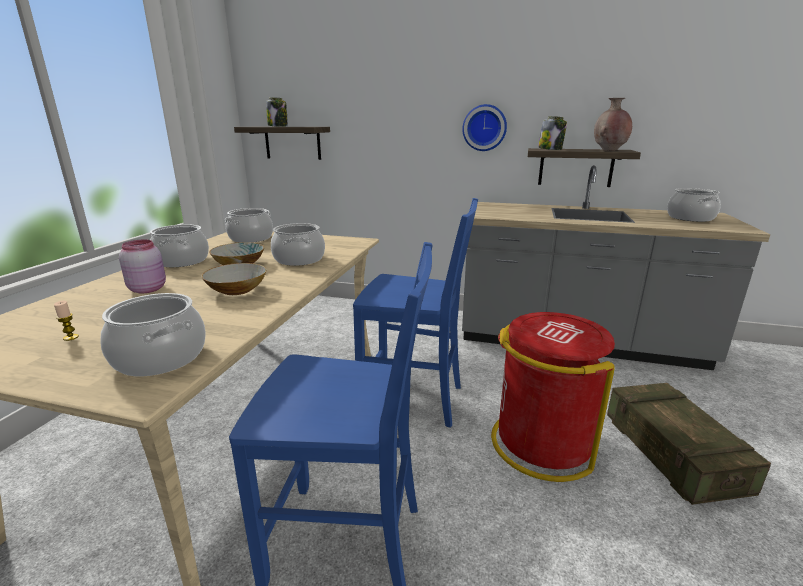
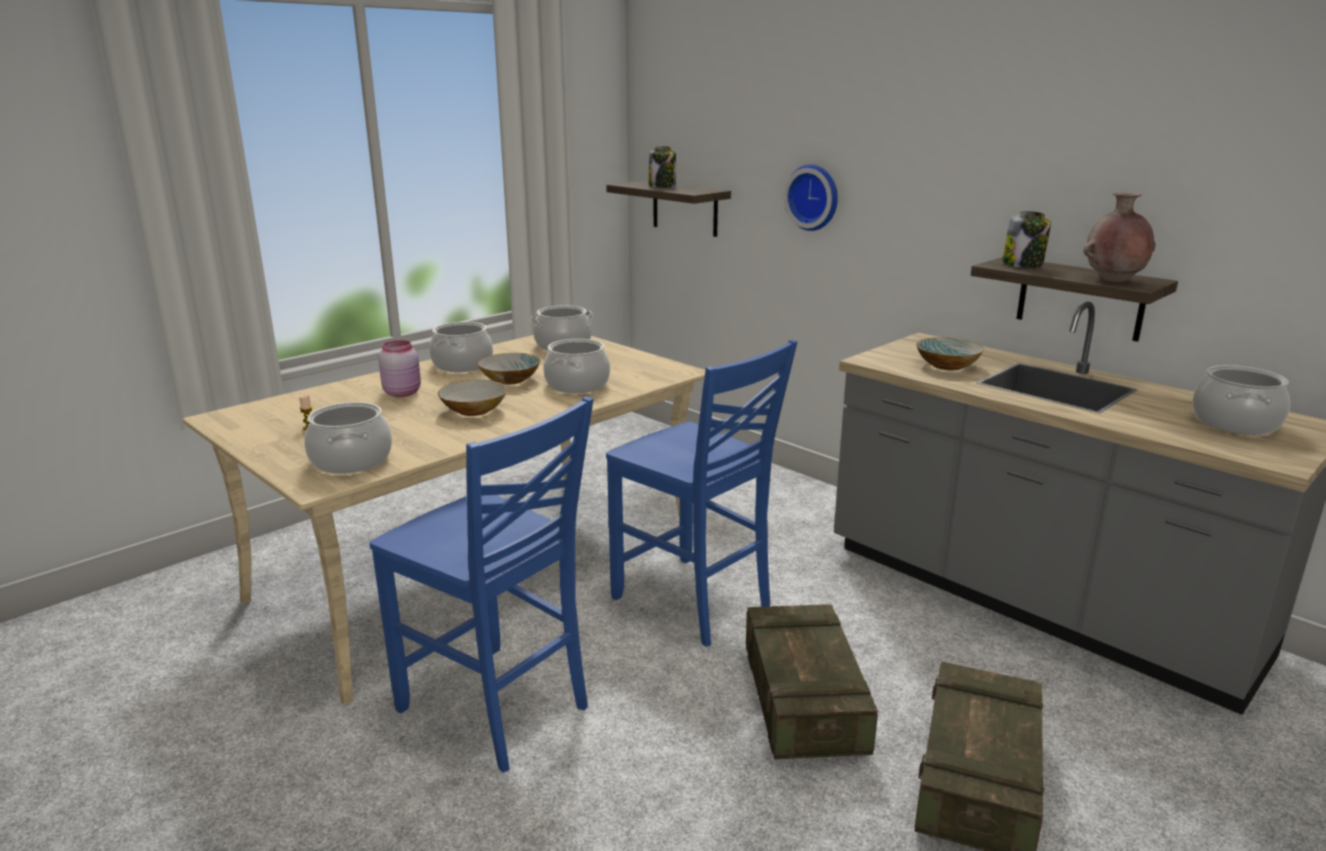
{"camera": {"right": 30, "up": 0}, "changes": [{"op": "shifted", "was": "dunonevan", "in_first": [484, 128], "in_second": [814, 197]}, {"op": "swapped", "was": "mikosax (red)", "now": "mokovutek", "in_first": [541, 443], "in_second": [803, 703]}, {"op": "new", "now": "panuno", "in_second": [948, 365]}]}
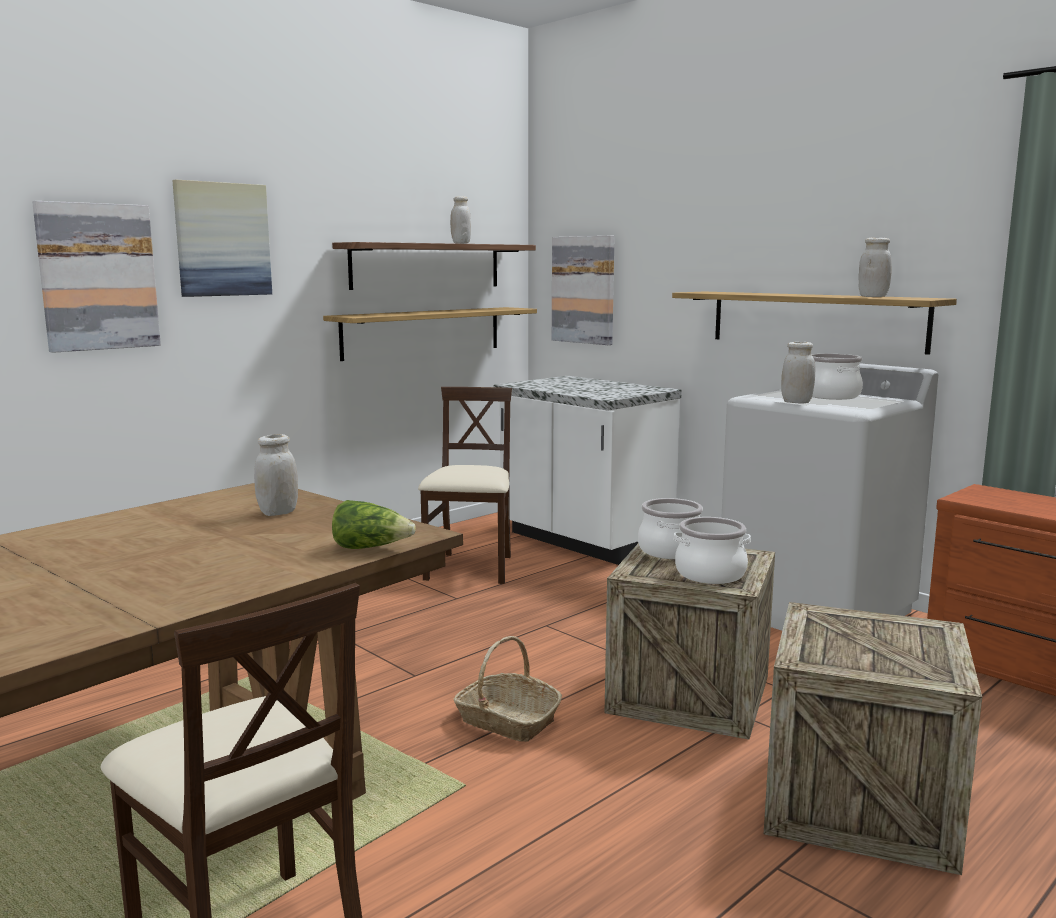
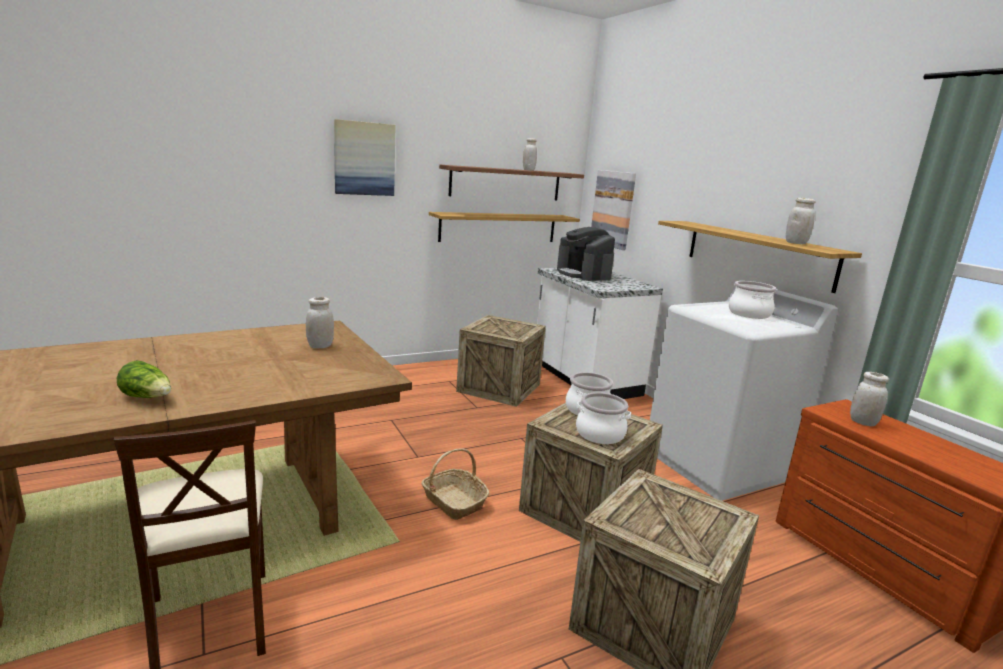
{"camera": {"right": 15, "up": 5}, "changes": [{"op": "gone", "was": "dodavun", "in_first": [98, 277]}, {"op": "shifted", "was": "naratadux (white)", "in_first": [796, 402], "in_second": [863, 422]}, {"op": "swapped", "was": "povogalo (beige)", "now": "mokovutek", "in_first": [471, 568], "in_second": [499, 388]}, {"op": "shifted", "was": "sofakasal", "in_first": [371, 548], "in_second": [148, 397]}, {"op": "new", "now": "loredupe", "in_second": [583, 274]}]}
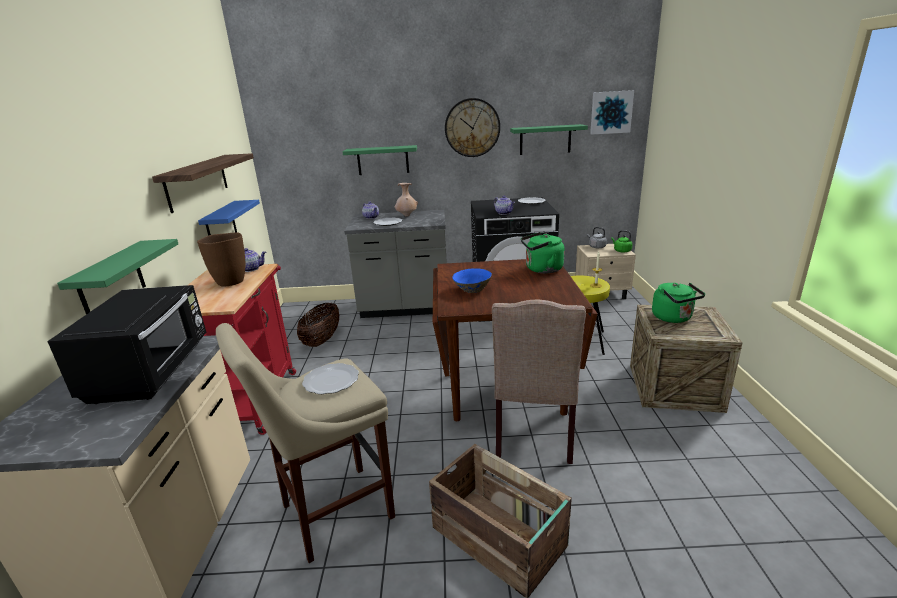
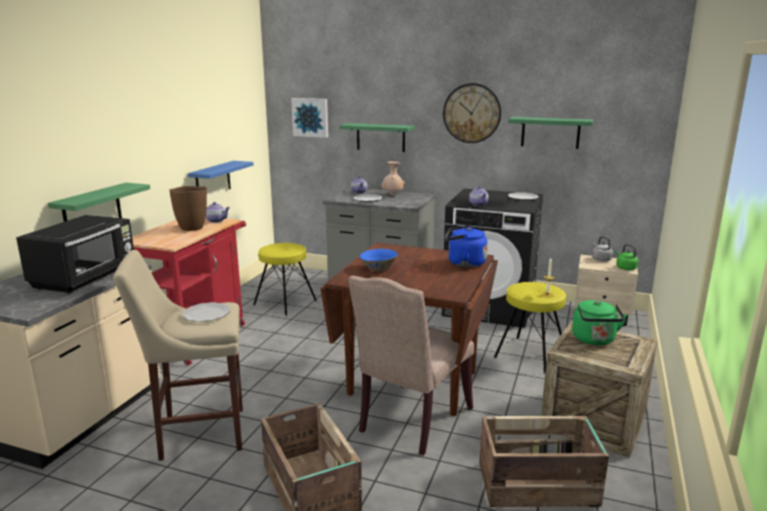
{"camera": {"right": 20, "up": -5}, "changes": [{"op": "shifted", "was": "dodavun", "in_first": [611, 112], "in_second": [310, 117]}, {"op": "gone", "was": "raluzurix", "in_first": [197, 181]}, {"op": "repainted", "was": "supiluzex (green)", "now": "supiluzex (blue)", "in_first": [541, 269], "in_second": [464, 263]}, {"op": "swapped", "was": "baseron", "now": "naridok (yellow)", "in_first": [322, 340], "in_second": [285, 303]}, {"op": "new", "now": "mokovutek", "in_second": [539, 485]}]}
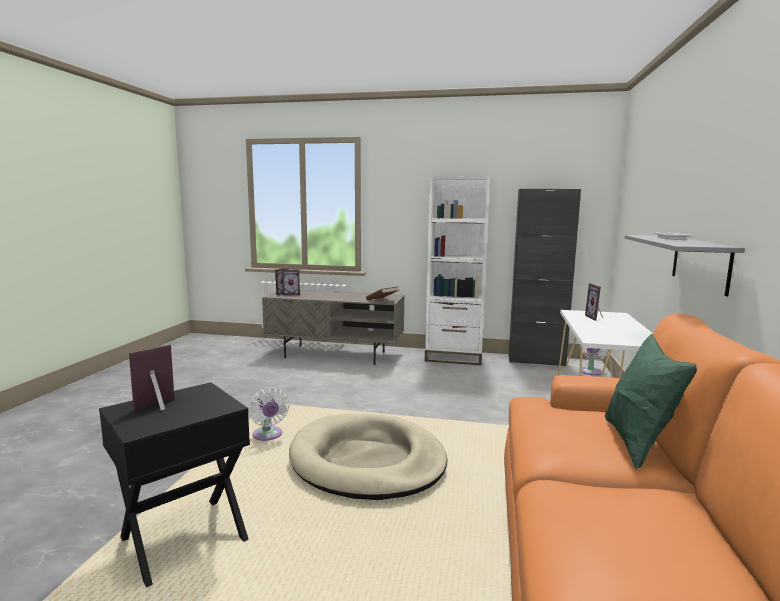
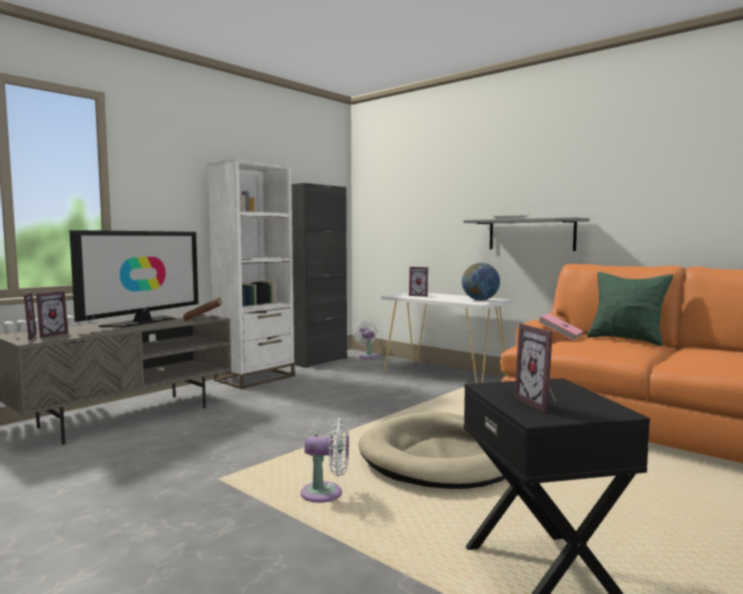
{"camera": {"right": -60, "up": -5}, "changes": [{"op": "new", "now": "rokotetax", "in_second": [142, 322]}, {"op": "new", "now": "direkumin", "in_second": [480, 300]}, {"op": "new", "now": "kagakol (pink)", "in_second": [560, 336]}]}
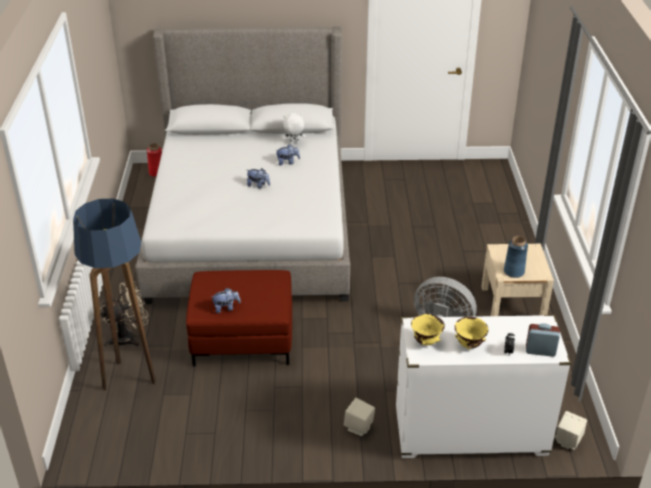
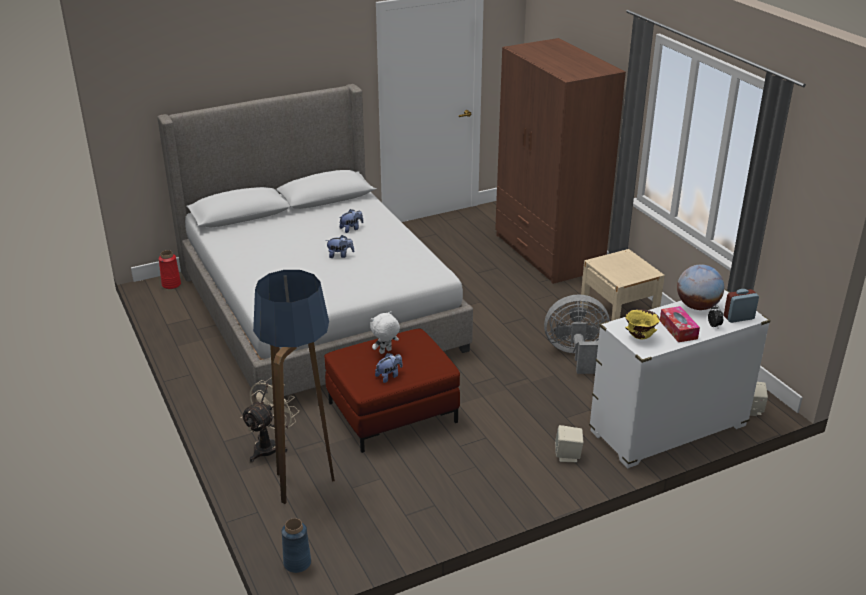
{"camera": {"right": -25, "up": -5}, "changes": [{"op": "shifted", "was": "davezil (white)", "in_first": [294, 144], "in_second": [385, 352]}, {"op": "shifted", "was": "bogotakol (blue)", "in_first": [514, 271], "in_second": [297, 563]}, {"op": "swapped", "was": "panuno (yellow)", "now": "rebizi", "in_first": [469, 345], "in_second": [678, 329]}, {"op": "new", "now": "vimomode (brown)", "in_second": [548, 252]}, {"op": "new", "now": "direkumin", "in_second": [697, 306]}]}
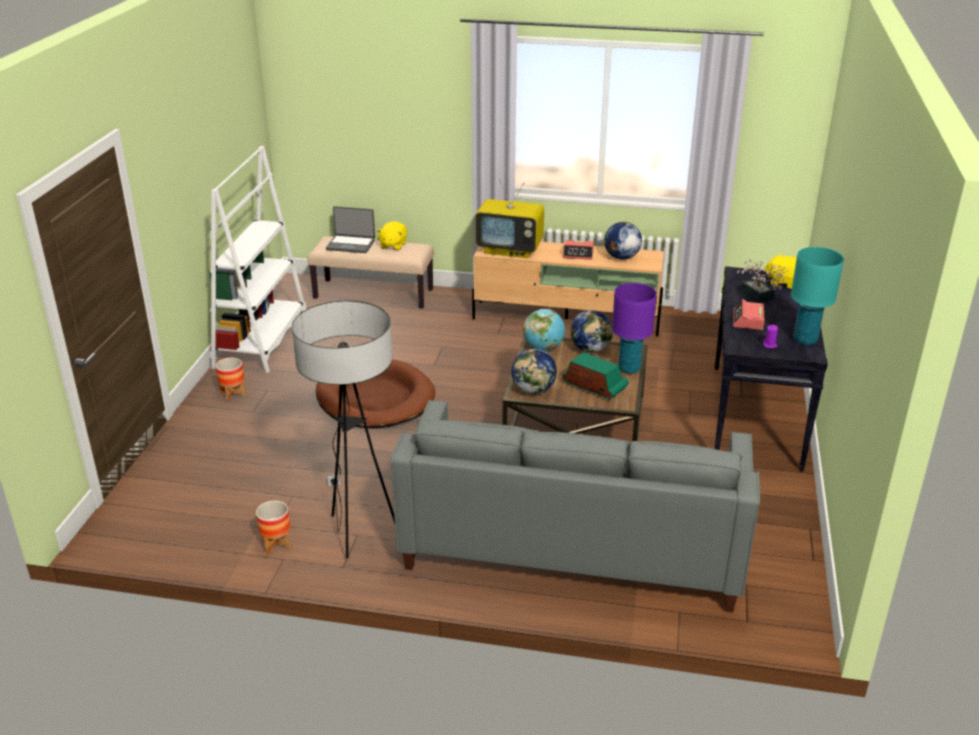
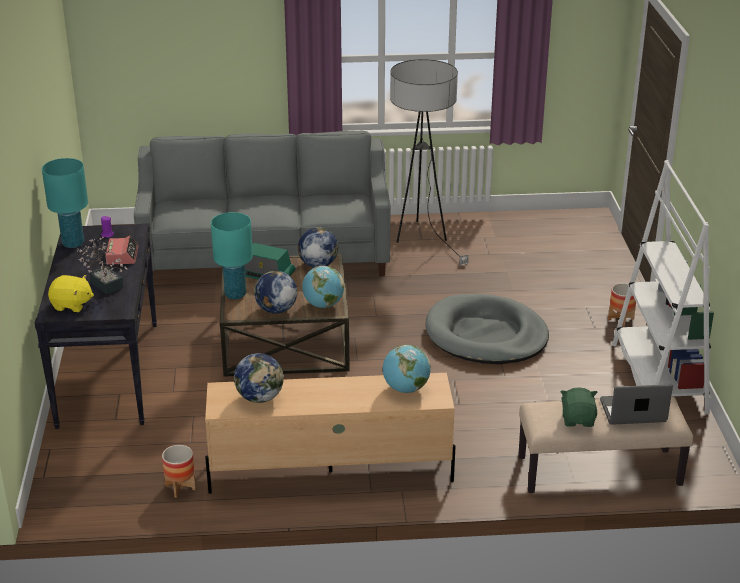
{"camera": {"right": 165, "up": 0}, "changes": [{"op": "swapped", "was": "rokotetax", "now": "direkumin", "in_first": [510, 250], "in_second": [406, 389]}, {"op": "repainted", "was": "davezil (yellow)", "now": "davezil (green)", "in_first": [393, 245], "in_second": [578, 419]}, {"op": "gone", "was": "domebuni", "in_first": [578, 254]}, {"op": "repainted", "was": "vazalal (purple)", "now": "vazalal (turquoise)", "in_first": [629, 369], "in_second": [235, 294]}, {"op": "repainted", "was": "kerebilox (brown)", "now": "kerebilox (grey)", "in_first": [375, 399], "in_second": [486, 335]}, {"op": "shifted", "was": "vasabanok", "in_first": [276, 544], "in_second": [180, 487]}]}
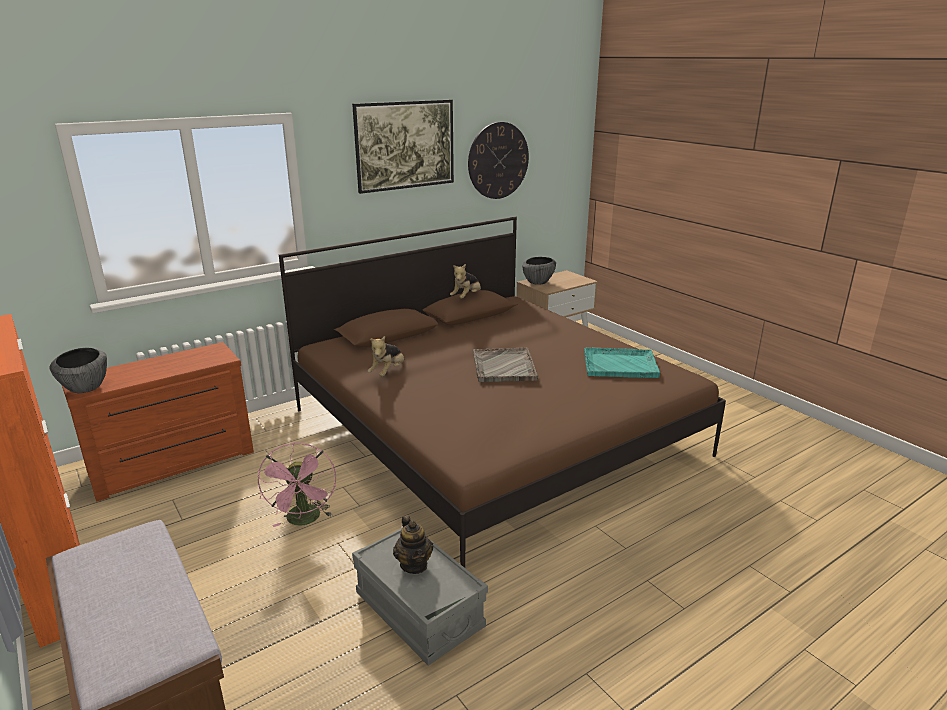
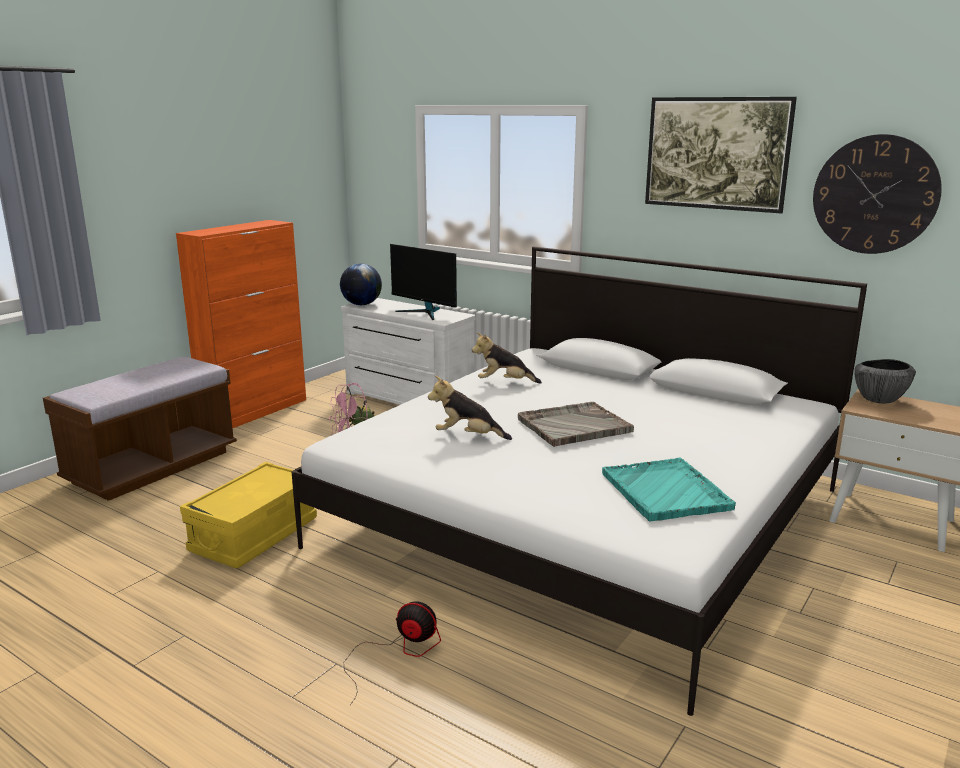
{"camera": {"right": 70, "up": -5}, "changes": [{"op": "repainted", "was": "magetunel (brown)", "now": "magetunel (white)", "in_first": [494, 431], "in_second": [585, 517]}, {"op": "shifted", "was": "davezil", "in_first": [466, 297], "in_second": [468, 436]}, {"op": "repainted", "was": "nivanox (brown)", "now": "nivanox (white)", "in_first": [174, 464], "in_second": [407, 399]}, {"op": "swapped", "was": "panuno", "now": "direkumin", "in_first": [85, 388], "in_second": [361, 304]}, {"op": "gone", "was": "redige", "in_first": [414, 565]}, {"op": "repainted", "was": "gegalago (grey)", "now": "gegalago (yellow)", "in_first": [419, 611], "in_second": [254, 535]}, {"op": "new", "now": "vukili", "in_second": [425, 312]}, {"op": "new", "now": "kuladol", "in_second": [397, 653]}]}
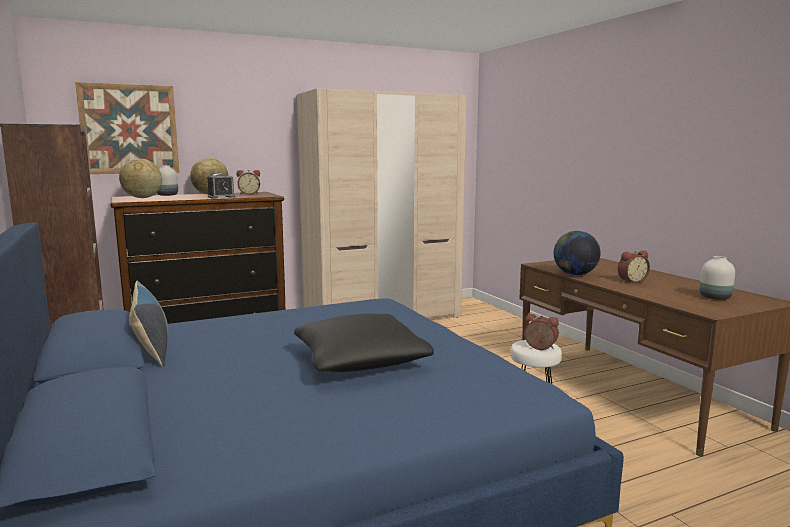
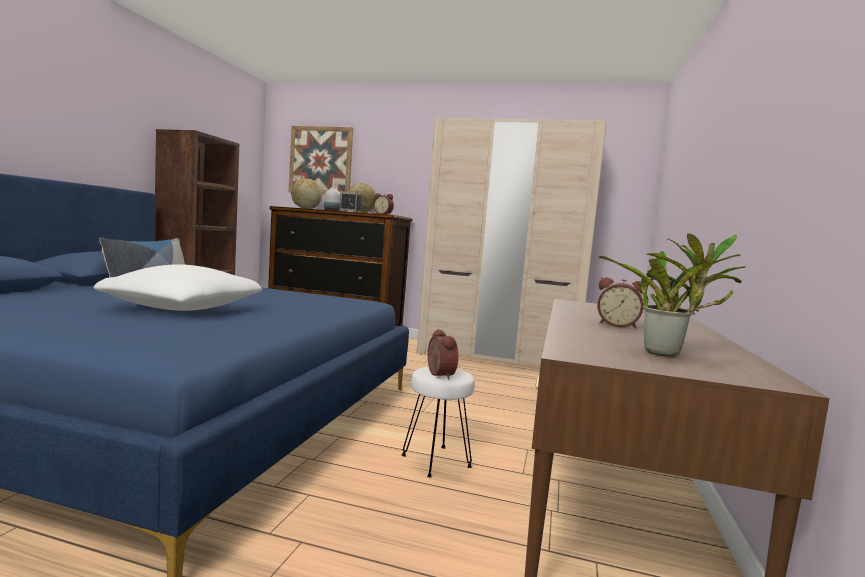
{"camera": {"right": 40, "up": -5}, "changes": [{"op": "gone", "was": "direkumin", "in_first": [575, 274]}, {"op": "swapped", "was": "bogotakol (white)", "now": "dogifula", "in_first": [714, 297], "in_second": [667, 354]}, {"op": "repainted", "was": "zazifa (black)", "now": "zazifa (white)", "in_first": [360, 361], "in_second": [183, 308]}]}
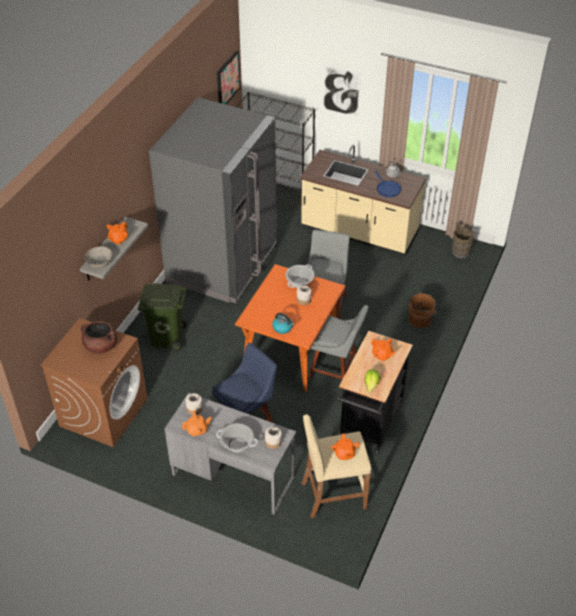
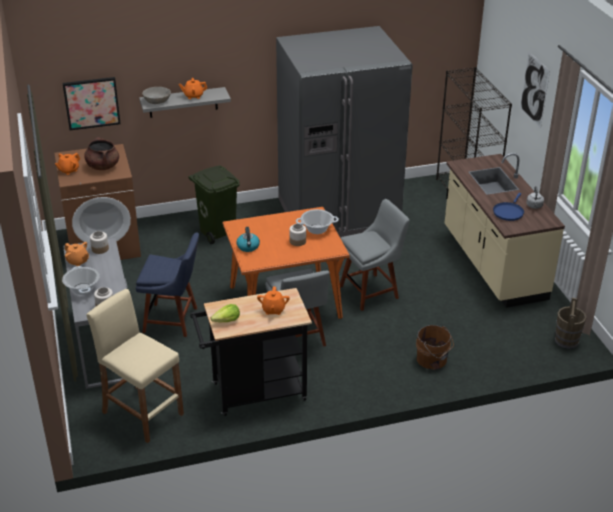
{"camera": {"right": 50, "up": -10}, "changes": [{"op": "shifted", "was": "dodavun", "in_first": [227, 79], "in_second": [91, 103]}, {"op": "shifted", "was": "redige (orange)", "in_first": [344, 454], "in_second": [68, 170]}]}
